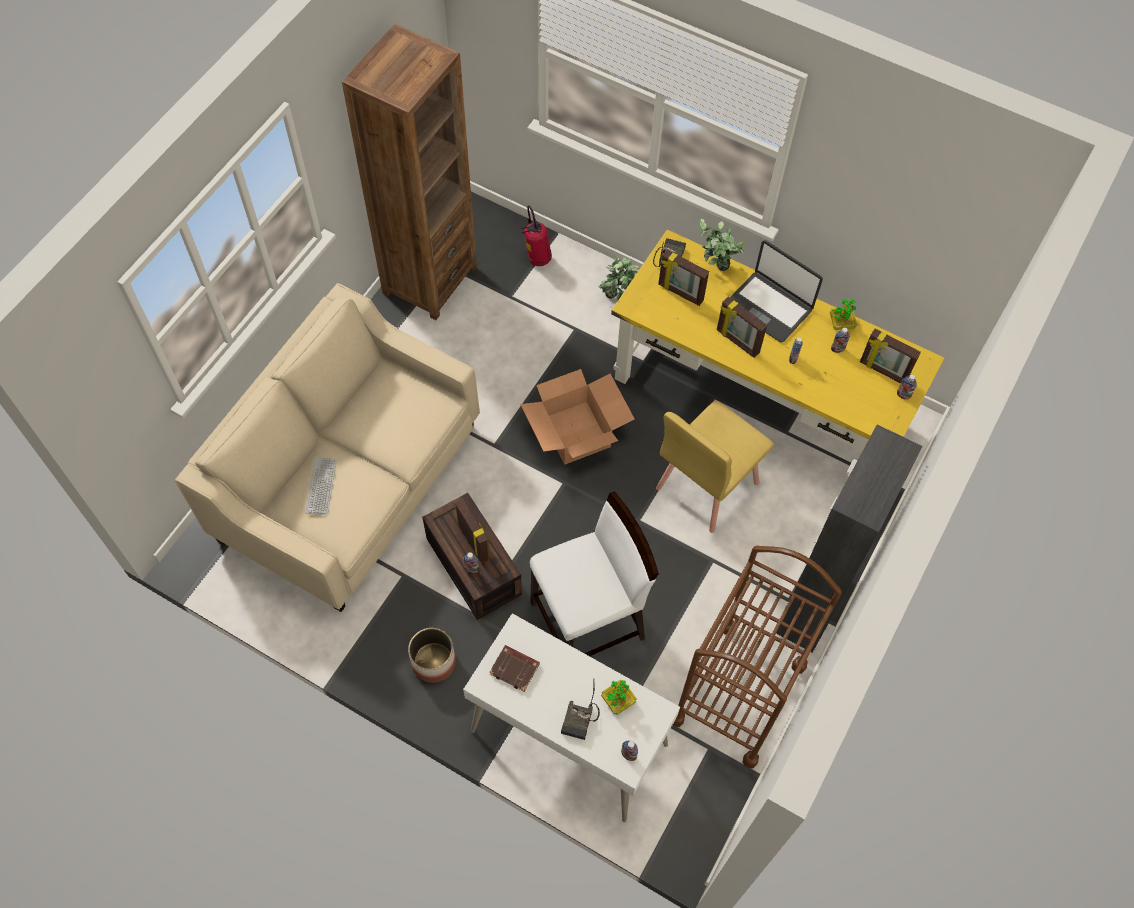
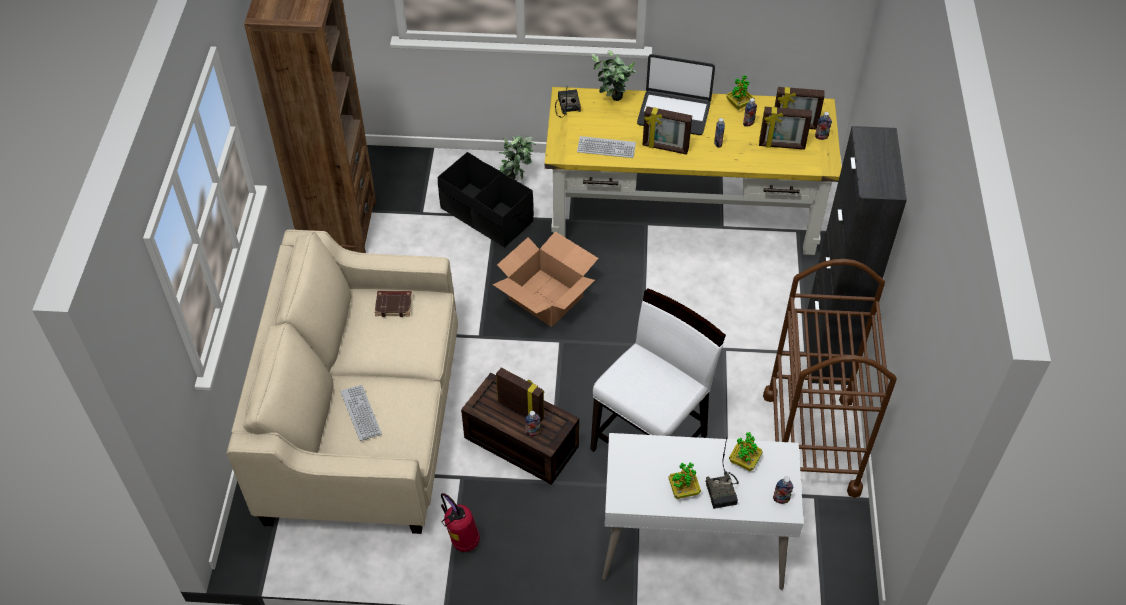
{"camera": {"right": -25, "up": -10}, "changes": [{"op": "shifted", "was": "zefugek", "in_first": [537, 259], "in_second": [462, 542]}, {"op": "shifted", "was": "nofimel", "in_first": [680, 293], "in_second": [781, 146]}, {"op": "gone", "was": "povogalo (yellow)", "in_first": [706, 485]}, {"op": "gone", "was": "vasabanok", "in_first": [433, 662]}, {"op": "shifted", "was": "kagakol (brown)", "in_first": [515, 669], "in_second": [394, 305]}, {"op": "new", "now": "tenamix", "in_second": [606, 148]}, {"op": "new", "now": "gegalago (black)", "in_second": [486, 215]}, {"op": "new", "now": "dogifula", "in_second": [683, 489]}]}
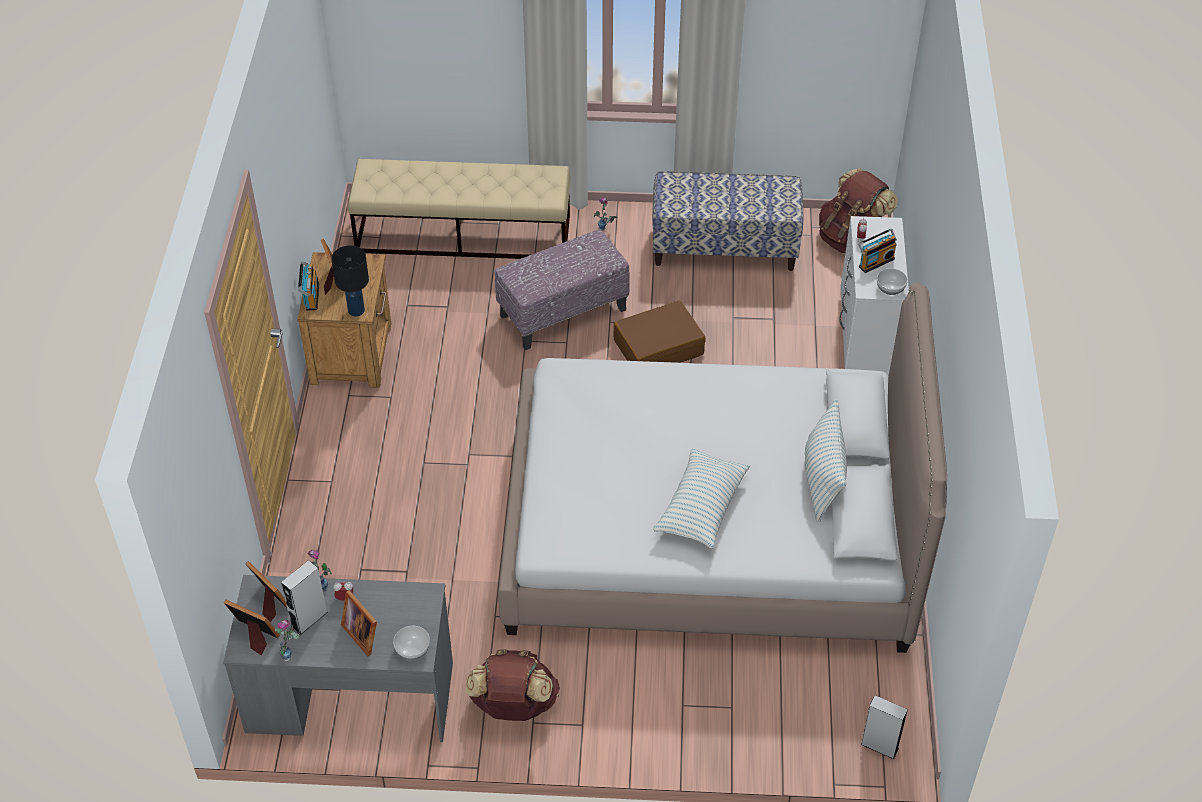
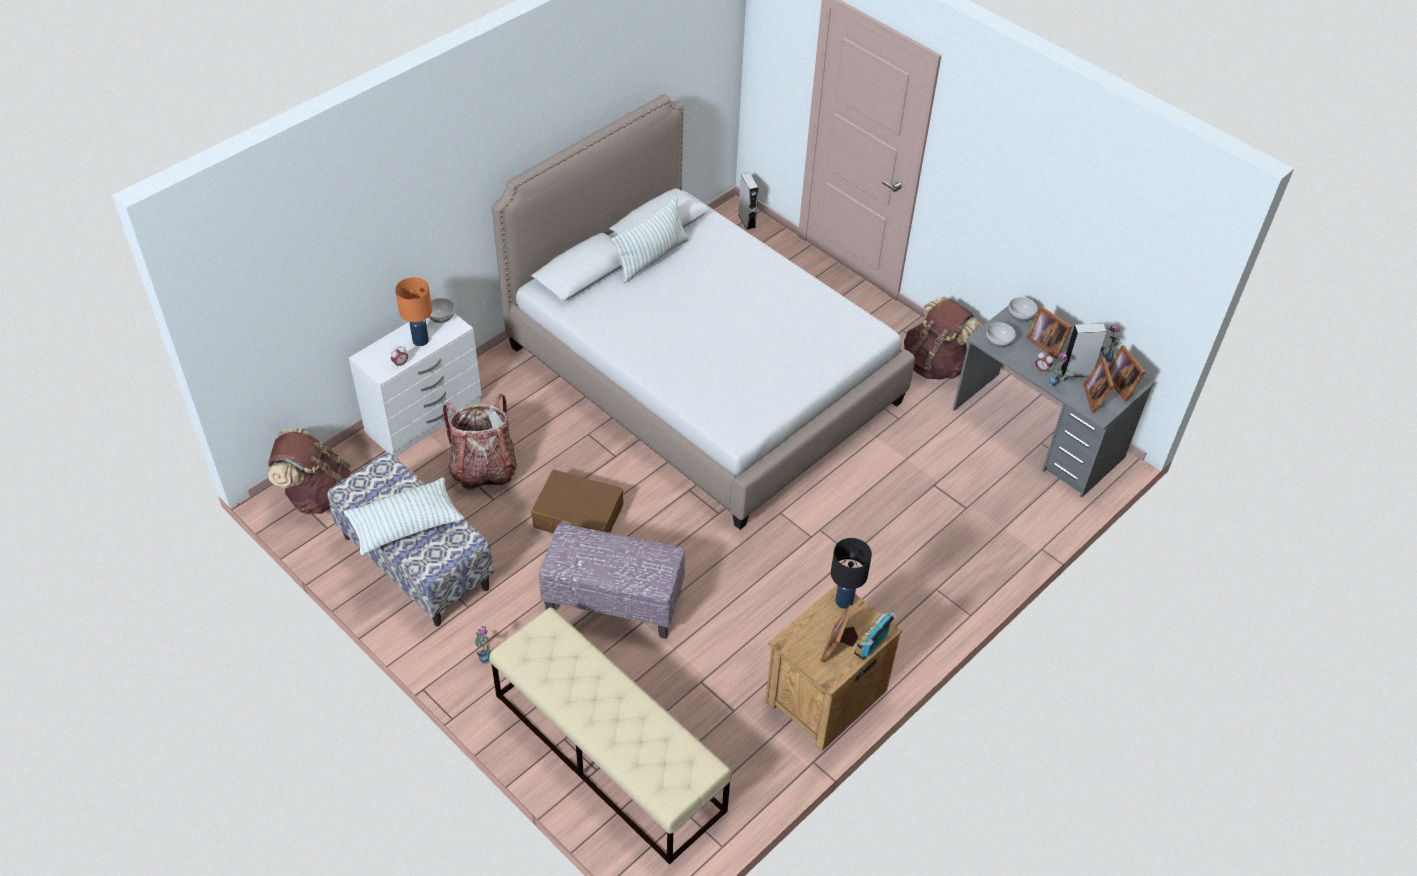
{"camera": {"right": -140, "up": 0}, "changes": [{"op": "swapped", "was": "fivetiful", "now": "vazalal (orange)", "in_first": [875, 262], "in_second": [420, 341]}, {"op": "shifted", "was": "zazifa", "in_first": [701, 507], "in_second": [405, 525]}, {"op": "rotated", "was": "nofimel", "in_first": [363, 633], "in_second": [1045, 343], "clockwise": 135}, {"op": "new", "now": "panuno", "in_second": [999, 341]}, {"op": "new", "now": "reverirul", "in_second": [483, 469]}]}
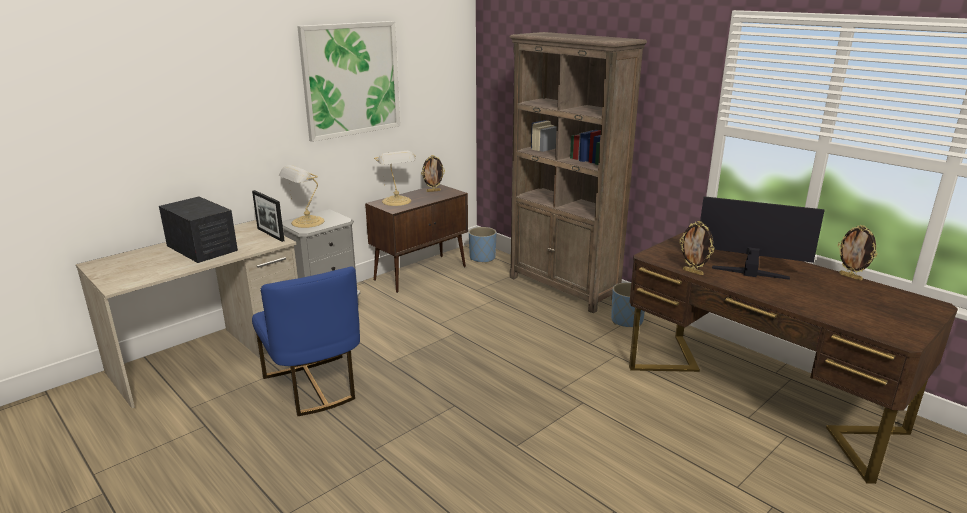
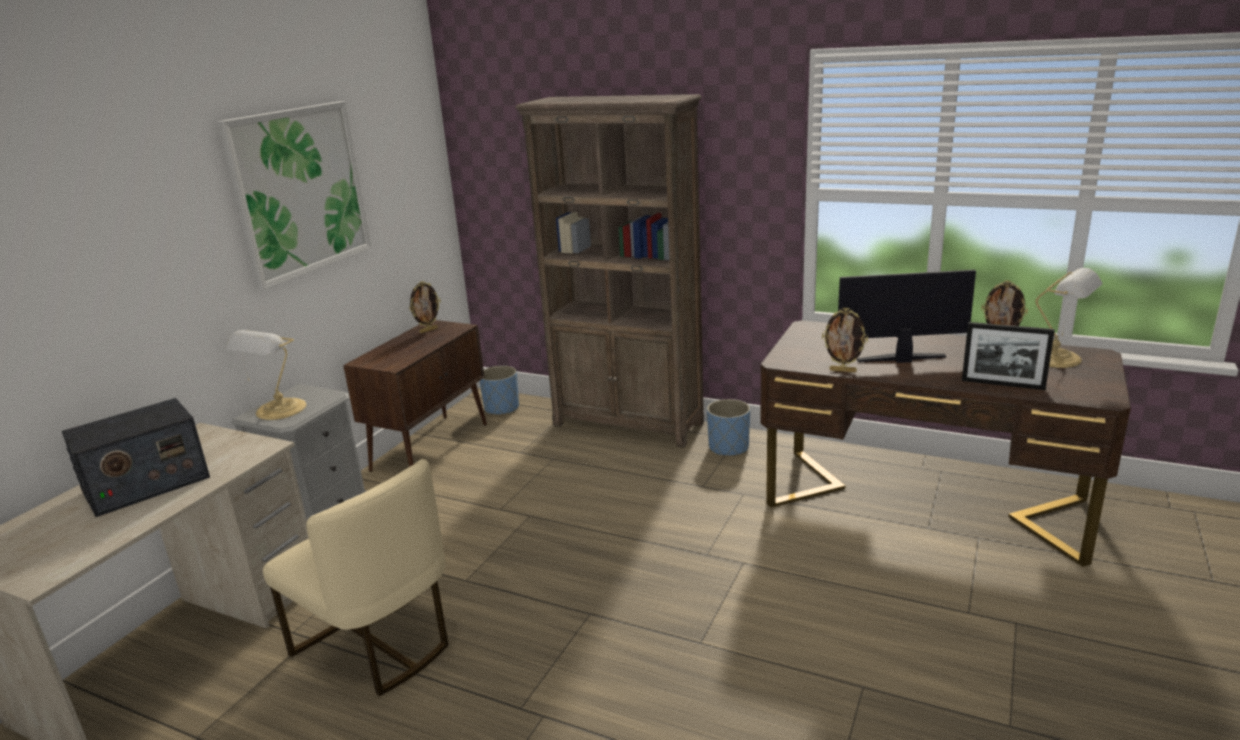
{"camera": {"right": -20, "up": 0}, "changes": [{"op": "shifted", "was": "vazalal", "in_first": [397, 201], "in_second": [1056, 358]}, {"op": "shifted", "was": "nofimel", "in_first": [270, 234], "in_second": [1002, 384]}, {"op": "rotated", "was": "fivetiful", "in_first": [202, 248], "in_second": [146, 484], "clockwise": 120}, {"op": "repainted", "was": "povogalo (blue)", "now": "povogalo (beige)", "in_first": [314, 386], "in_second": [376, 645]}]}
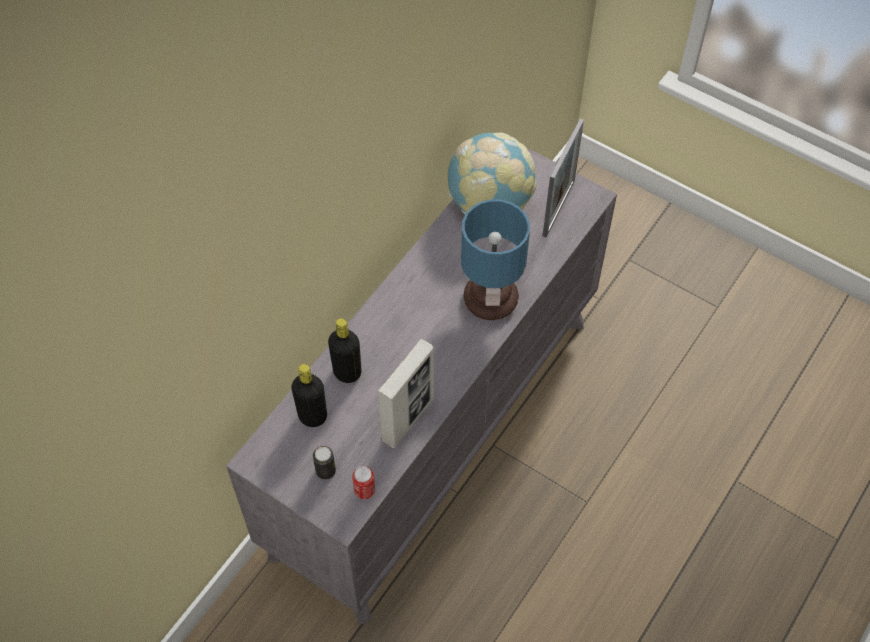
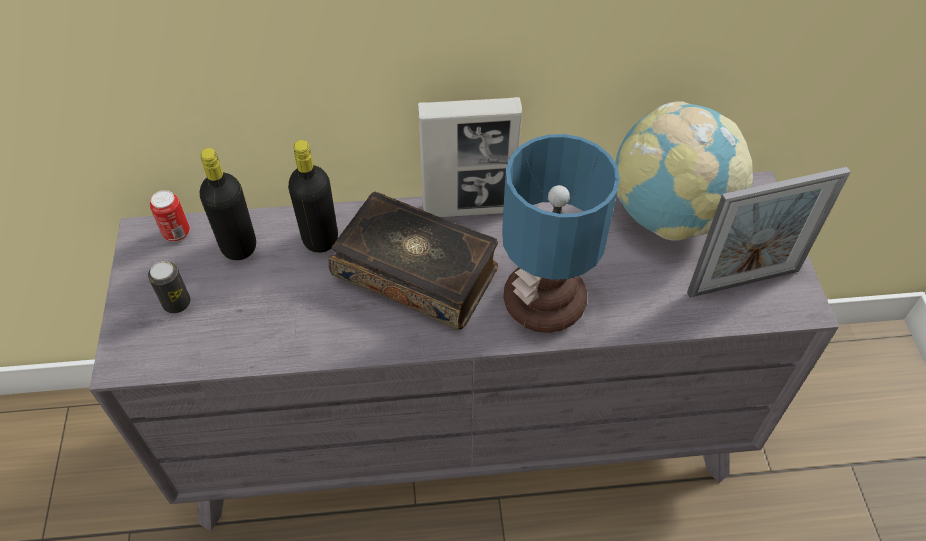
{"camera": {"right": 50, "up": -5}, "changes": [{"op": "shifted", "was": "nofimel", "in_first": [408, 419], "in_second": [468, 208]}, {"op": "shifted", "was": "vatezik", "in_first": [364, 490], "in_second": [176, 233]}, {"op": "new", "now": "kagakol", "in_second": [417, 271]}]}
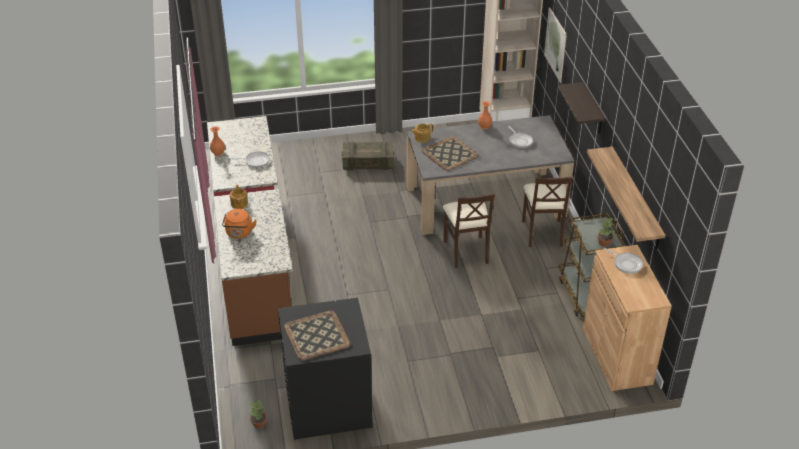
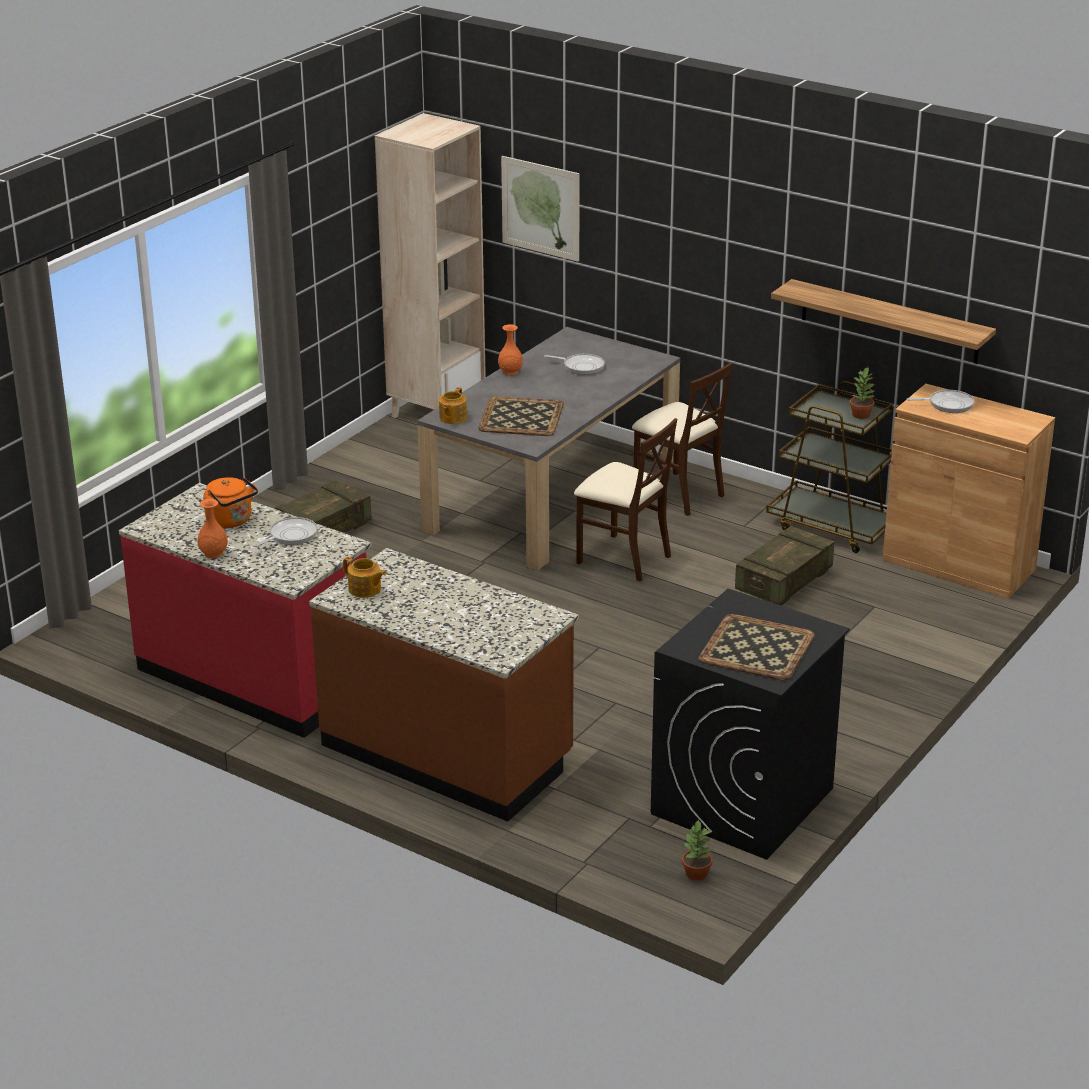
{"camera": {"right": -45, "up": -10}, "changes": [{"op": "gone", "was": "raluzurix", "in_first": [593, 109]}, {"op": "shifted", "was": "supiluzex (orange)", "in_first": [239, 233], "in_second": [231, 521]}, {"op": "new", "now": "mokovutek", "in_second": [783, 581]}]}
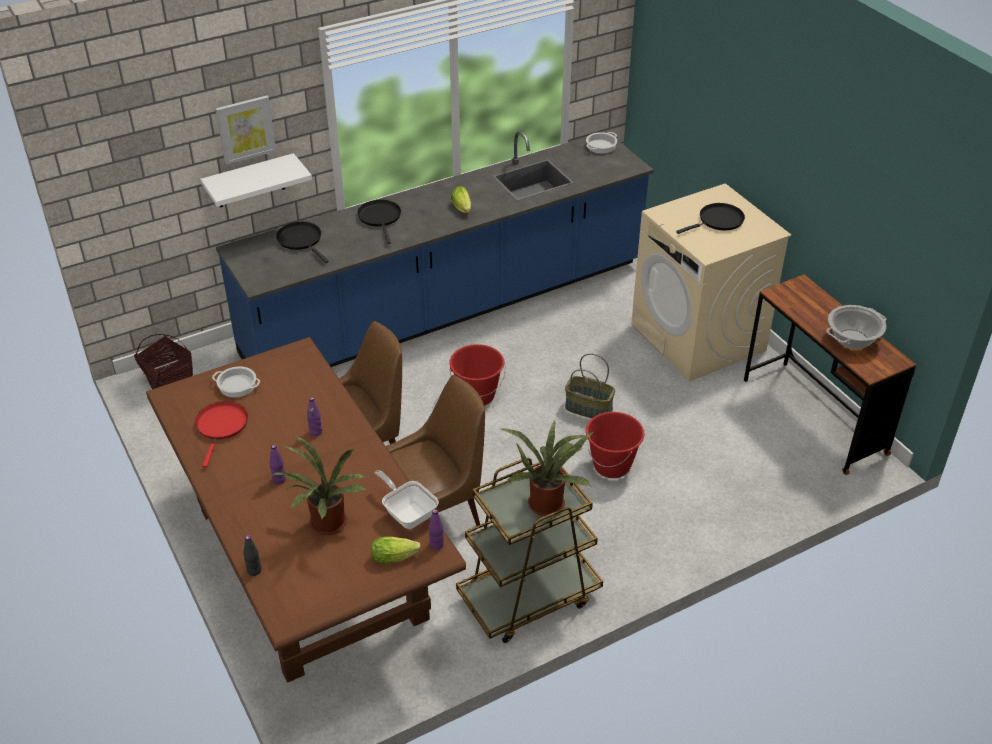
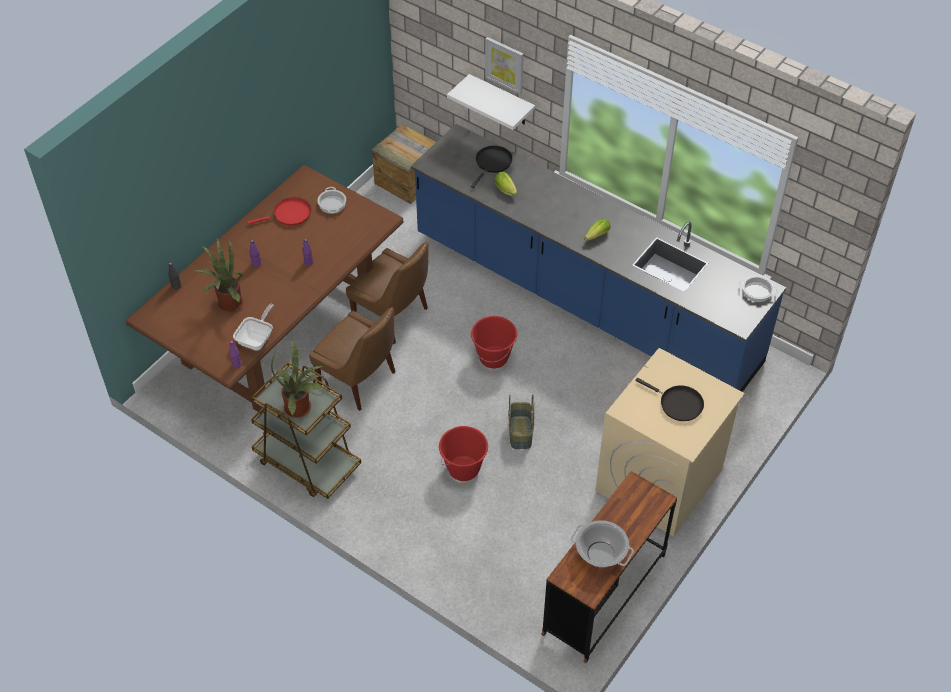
{"camera": {"right": 65, "up": 10}, "changes": [{"op": "gone", "was": "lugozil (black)", "in_first": [380, 218]}, {"op": "swapped", "was": "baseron", "now": "mokovutek", "in_first": [168, 379], "in_second": [407, 180]}, {"op": "shifted", "was": "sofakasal", "in_first": [396, 556], "in_second": [506, 190]}]}
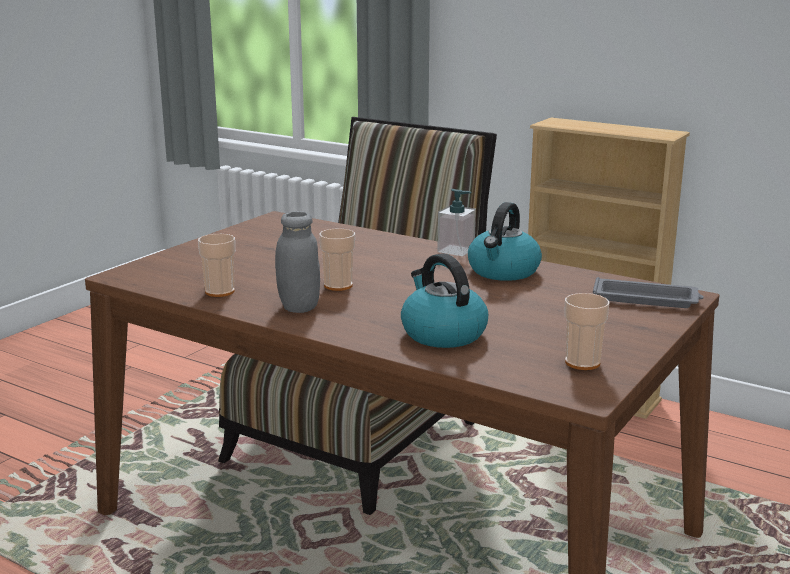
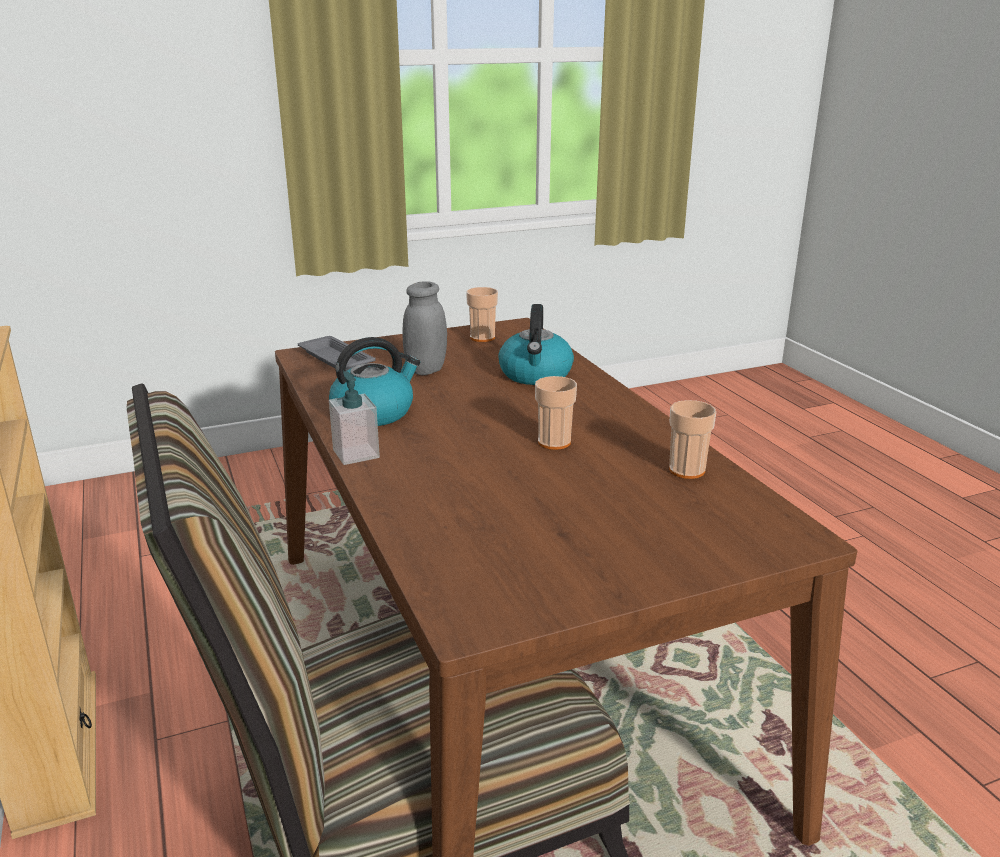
{"camera": {"right": -145, "up": 5}, "changes": [{"op": "shifted", "was": "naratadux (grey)", "in_first": [299, 307], "in_second": [426, 370]}]}
